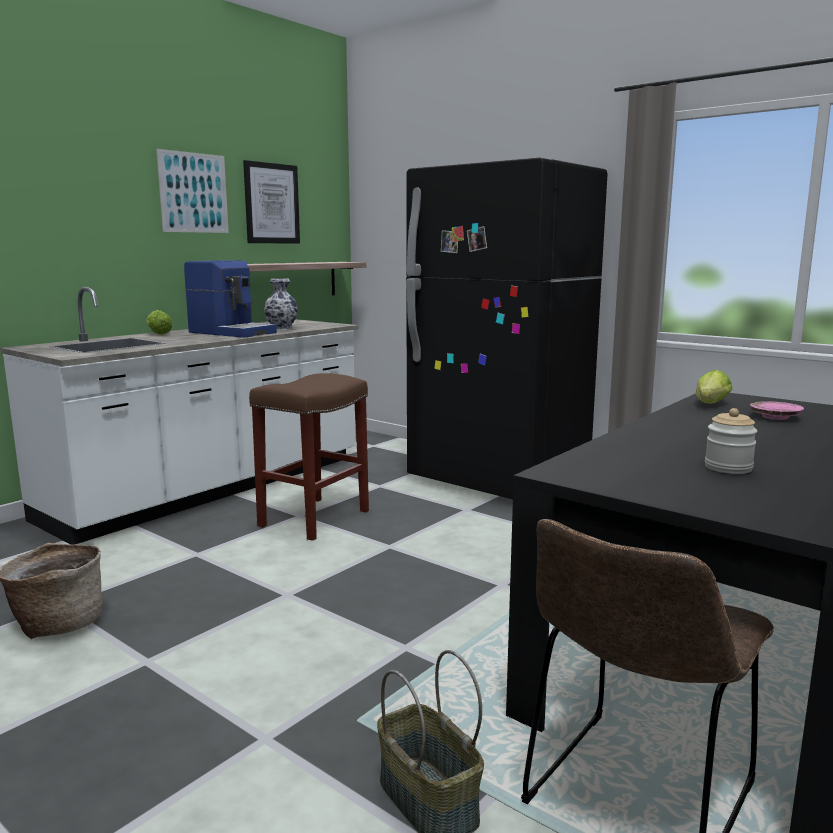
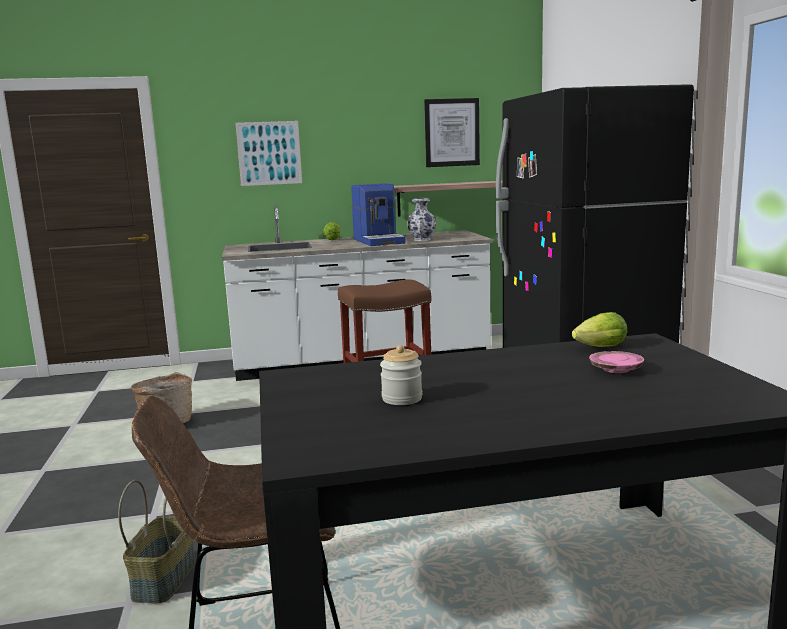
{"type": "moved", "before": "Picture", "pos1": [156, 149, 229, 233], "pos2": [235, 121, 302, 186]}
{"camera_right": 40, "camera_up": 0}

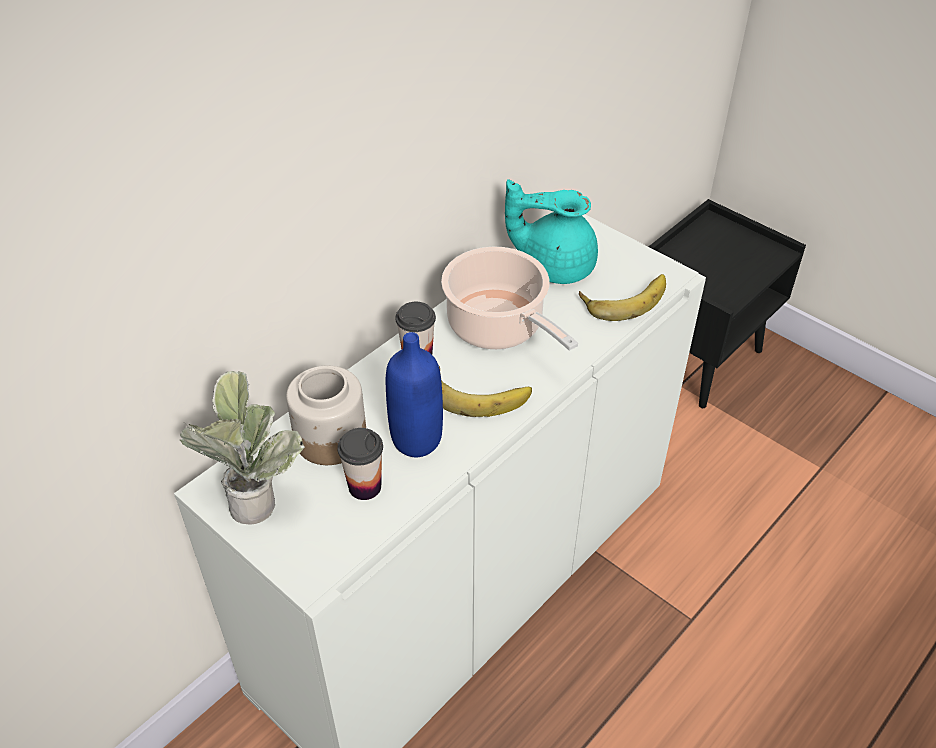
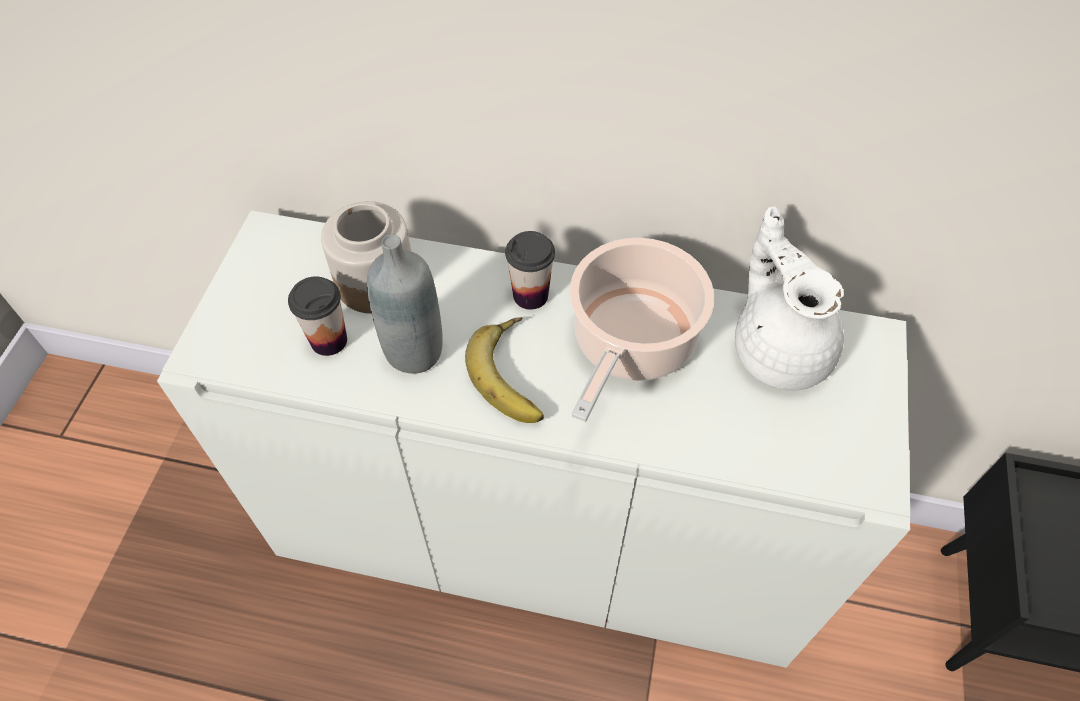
{"type": "removed", "before": "PottedPlant", "pos1": [180, 371, 305, 525]}
{"type": "removed", "before": "Banana", "pos1": [579, 274, 666, 321]}
{"type": "recoloured", "before": "BlueBottle", "after": "GreyBottle", "pos1": [386, 332, 443, 457], "pos2": [367, 234, 443, 374]}
{"type": "recoloured", "before": "TurquoiseTeapot", "after": "WhiteTeapot", "pos1": [505, 179, 598, 284], "pos2": [735, 207, 844, 391]}
{"camera_right": 60, "camera_up": 10}

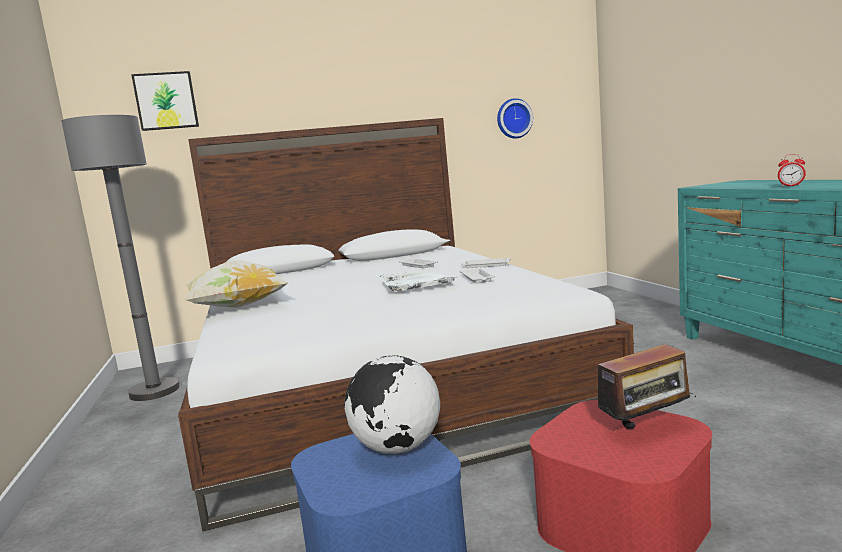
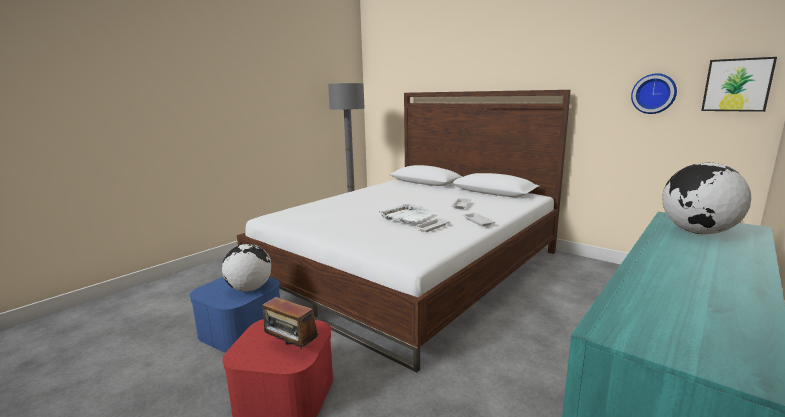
{"type": "removed", "before": "Pillow", "pos1": [185, 260, 288, 308]}
{"type": "removed", "before": "AlarmClock", "pos1": [778, 154, 806, 187]}
{"type": "added", "after": "Globe", "pos2": [662, 162, 751, 234]}
{"type": "moved", "before": "Picture", "pos1": [131, 71, 199, 131], "pos2": [701, 57, 777, 112]}
{"camera_right": 55, "camera_up": 5}

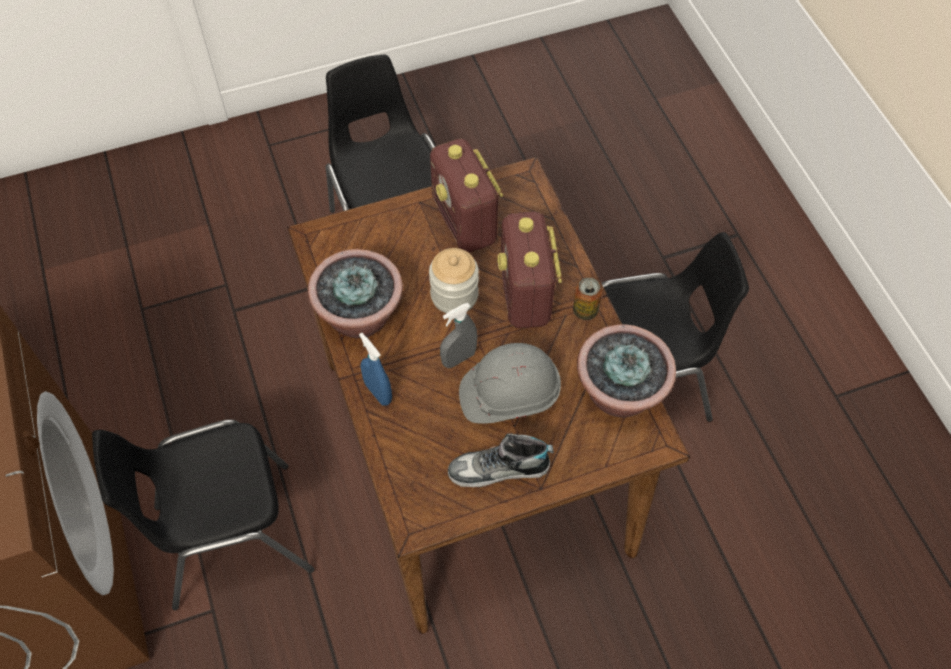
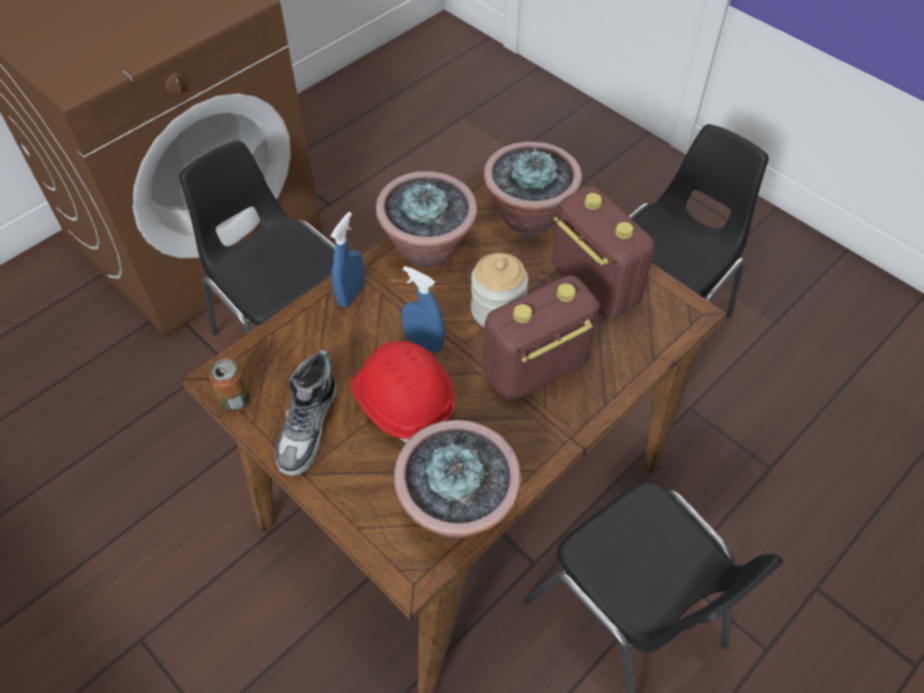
{"type": "added", "after": "PottedPlant", "pos2": [483, 142, 582, 235]}
{"type": "moved", "before": "Can", "pos1": [573, 278, 602, 320], "pos2": [209, 359, 250, 411]}
{"type": "recoloured", "before": "GreySprayBottle", "after": "BlueSprayBottle", "pos1": [440, 303, 478, 368], "pos2": [402, 266, 445, 353]}
{"type": "recoloured", "before": "GreyHardHat", "after": "RedHardHat", "pos1": [459, 343, 561, 424], "pos2": [351, 342, 455, 443]}
{"type": "turned", "before": "Radio", "pos1": [430, 139, 503, 253], "pos2": [552, 186, 655, 319], "turn": 105}
{"type": "turned", "before": "Shoe", "pos1": [448, 433, 554, 487], "pos2": [275, 350, 337, 476], "turn": -135}
{"camera_right": 65, "camera_up": -5}

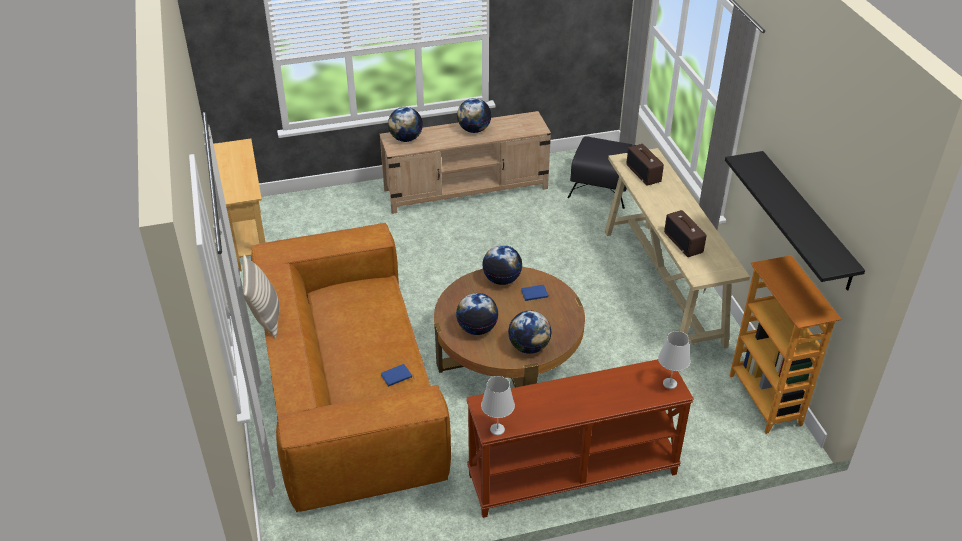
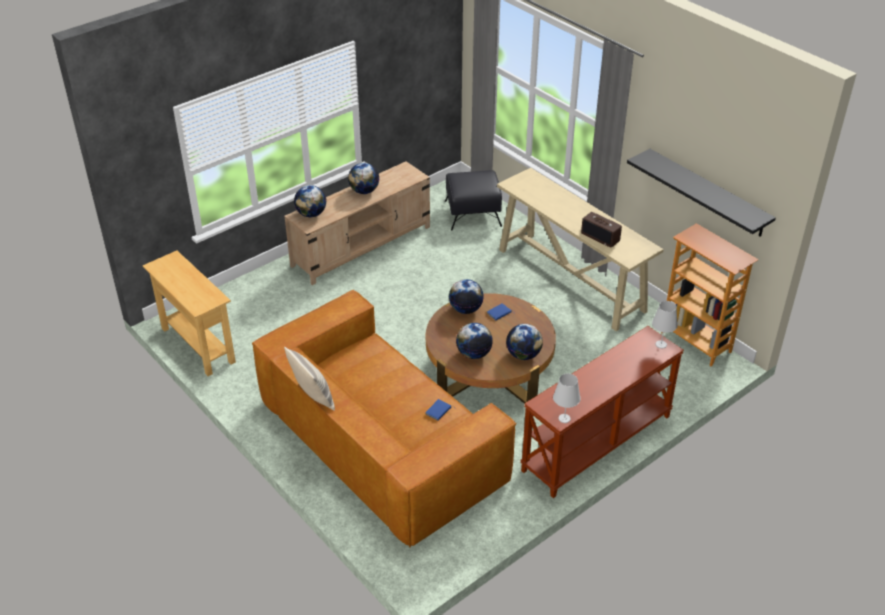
{"type": "removed", "before": "Radio", "pos1": [626, 144, 664, 186]}
{"camera_right": -25, "camera_up": 0}

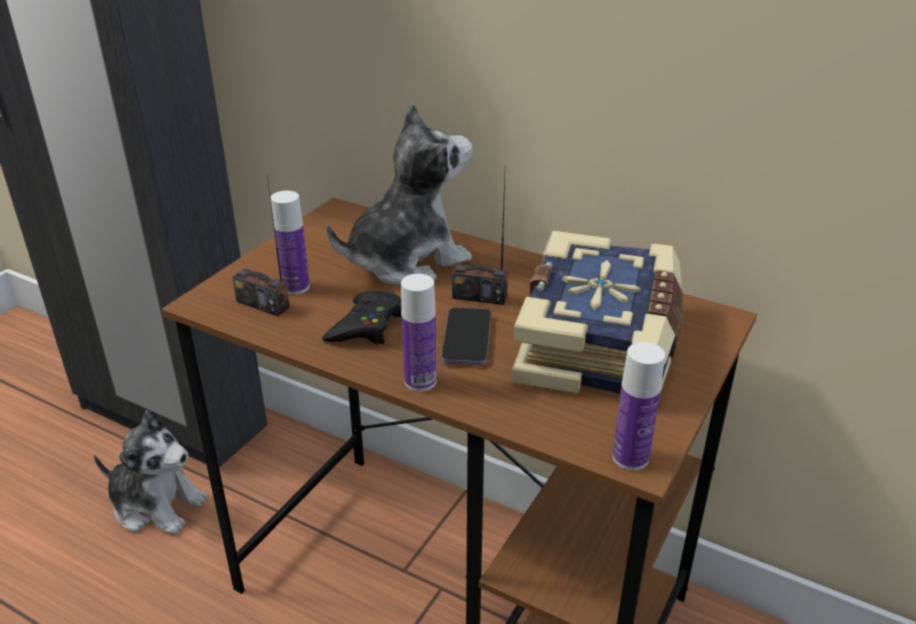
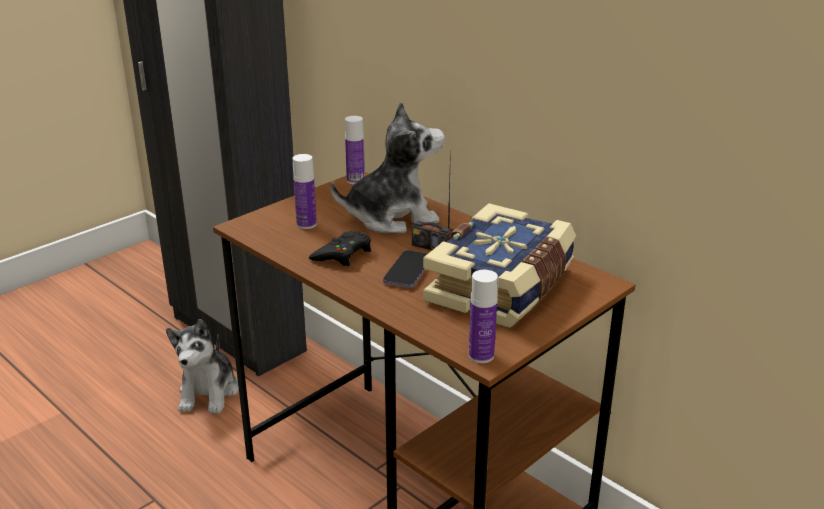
{"type": "removed", "before": "Radio", "pos1": [232, 176, 290, 316]}
{"type": "moved", "before": "Bottle", "pos1": [401, 274, 437, 392], "pos2": [345, 116, 365, 184]}
{"type": "turned", "before": "PlushToy", "pos1": [93, 410, 208, 535], "pos2": [166, 319, 239, 414], "turn": 60}
{"camera_right": 15, "camera_up": -5}

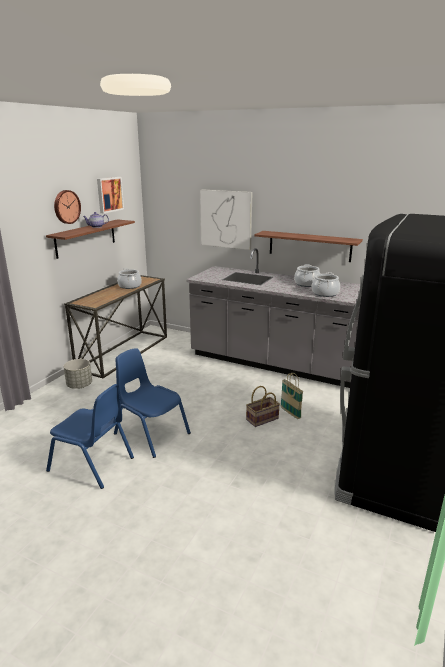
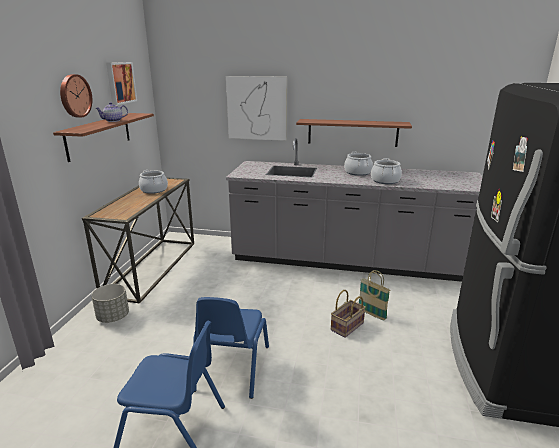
{"type": "turned", "before": "BlueChair", "pos1": [114, 349, 191, 458], "pos2": [193, 297, 269, 399], "turn": -105}
{"camera_right": -15, "camera_up": 0}

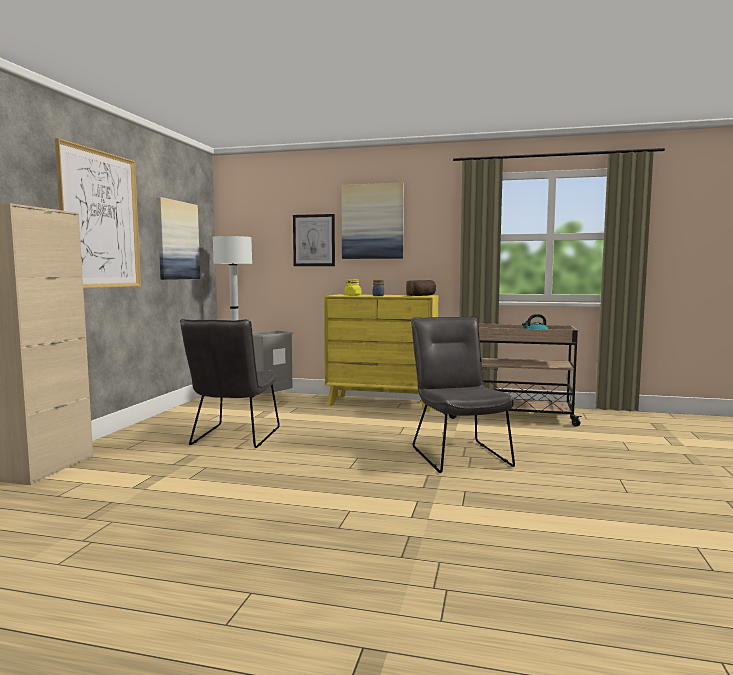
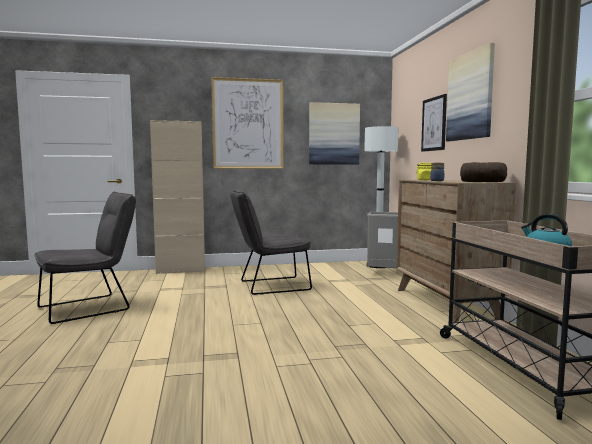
{"type": "moved", "before": "GreyChair", "pos1": [411, 316, 515, 473], "pos2": [35, 192, 136, 324]}
{"type": "recoloured", "before": "YellowDresser", "after": "BrownDresser", "pos1": [324, 294, 438, 412], "pos2": [396, 180, 516, 323]}
{"camera_right": 65, "camera_up": 0}

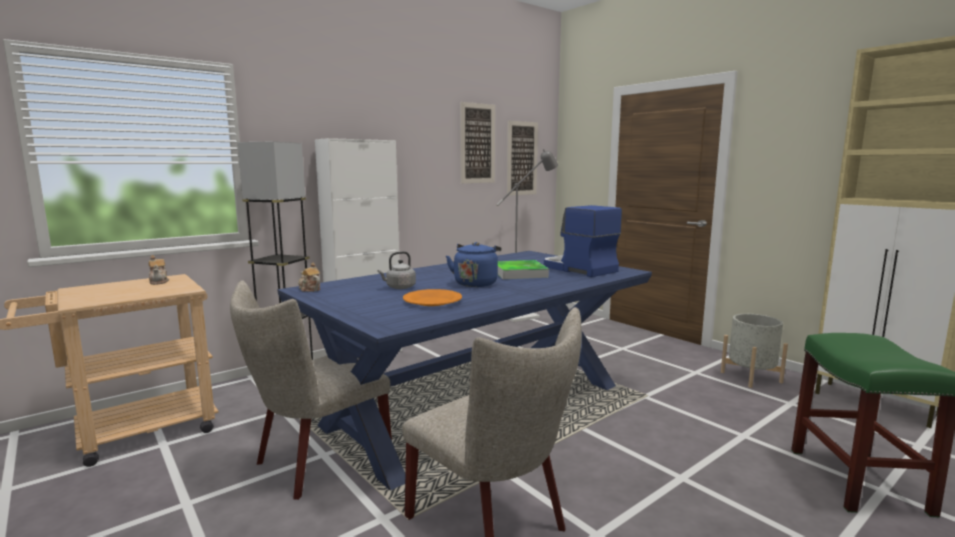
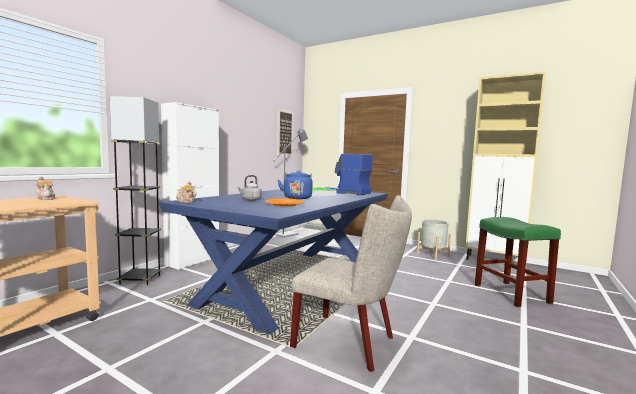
{"type": "removed", "before": "BeigeChair", "pos1": [230, 280, 392, 500]}
{"type": "removed", "before": "Picture", "pos1": [460, 102, 495, 183]}
{"camera_right": -20, "camera_up": -5}

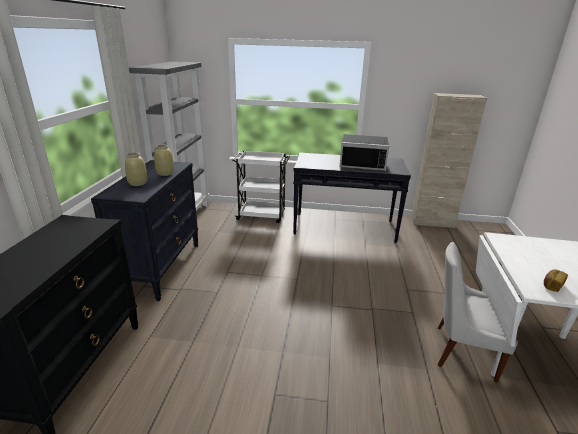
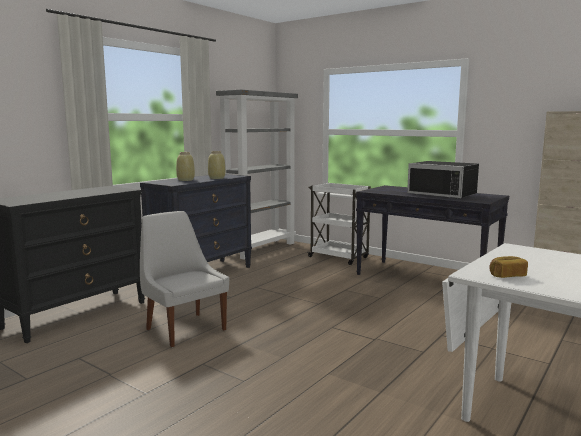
{"type": "moved", "before": "WhiteChair", "pos1": [438, 242, 518, 383], "pos2": [140, 211, 229, 347]}
{"camera_right": 30, "camera_up": -15}

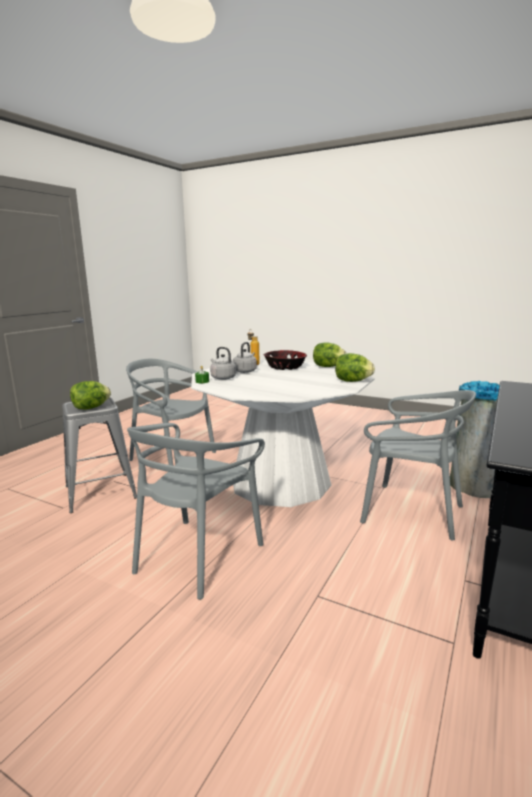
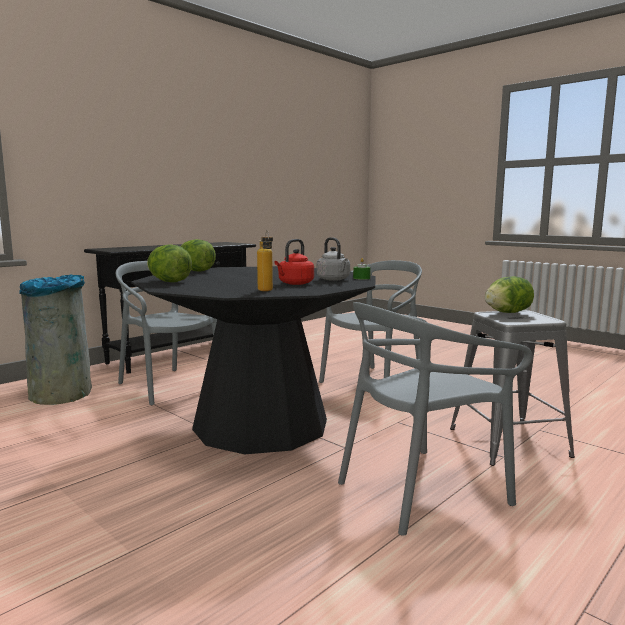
{"type": "removed", "before": "Bowl", "pos1": [264, 350, 307, 370]}
{"type": "recoloured", "before": "WhiteDiningTable", "after": "BlackDiningTable", "pos1": [191, 359, 375, 507], "pos2": [131, 266, 376, 454]}
{"type": "recoloured", "before": "GreyKettle", "after": "RedKettle", "pos1": [233, 342, 257, 373], "pos2": [274, 239, 314, 285]}
{"type": "turned", "before": "GreyChair", "pos1": [126, 359, 216, 466], "pos2": [338, 302, 533, 536], "turn": 105}
{"camera_right": -165, "camera_up": -5}

